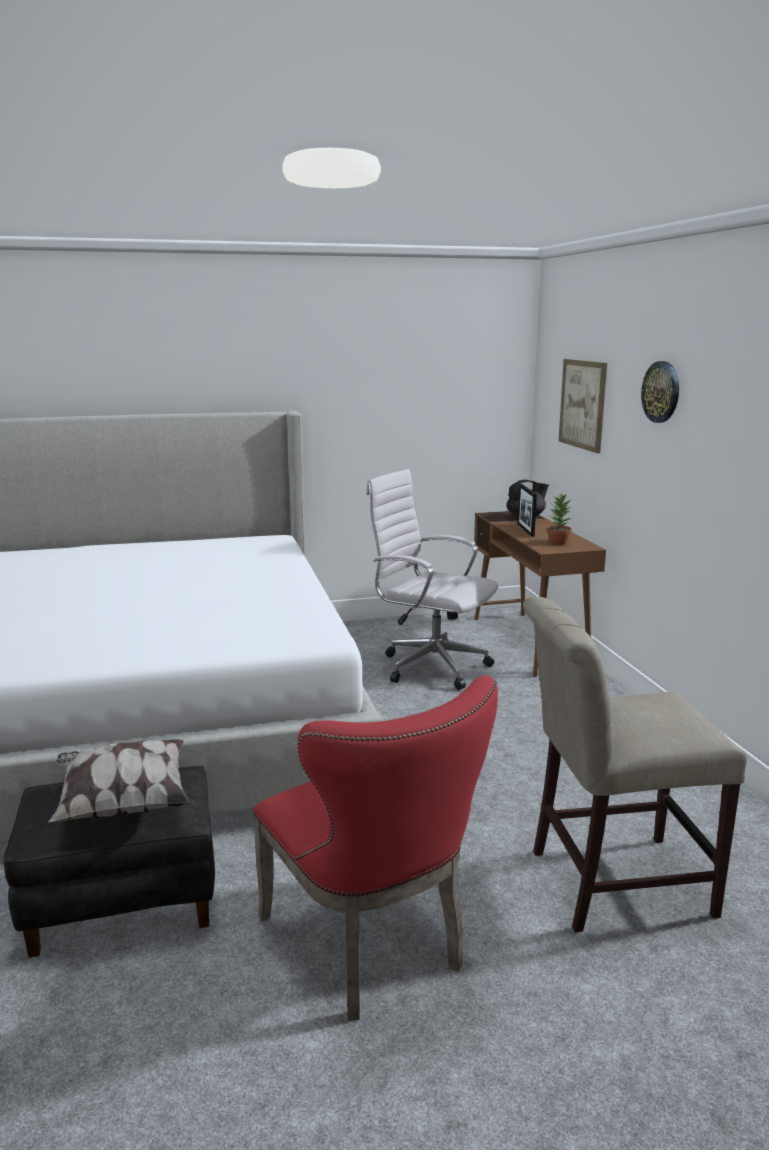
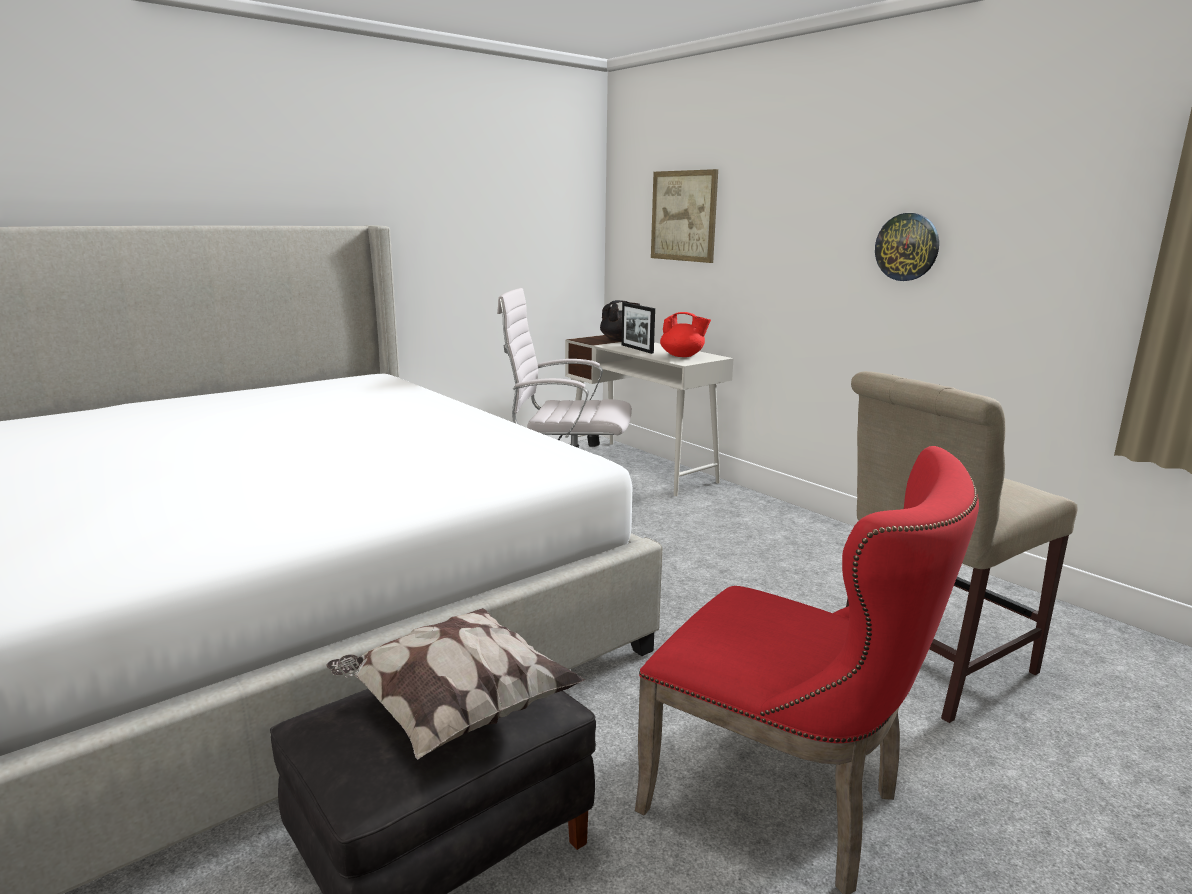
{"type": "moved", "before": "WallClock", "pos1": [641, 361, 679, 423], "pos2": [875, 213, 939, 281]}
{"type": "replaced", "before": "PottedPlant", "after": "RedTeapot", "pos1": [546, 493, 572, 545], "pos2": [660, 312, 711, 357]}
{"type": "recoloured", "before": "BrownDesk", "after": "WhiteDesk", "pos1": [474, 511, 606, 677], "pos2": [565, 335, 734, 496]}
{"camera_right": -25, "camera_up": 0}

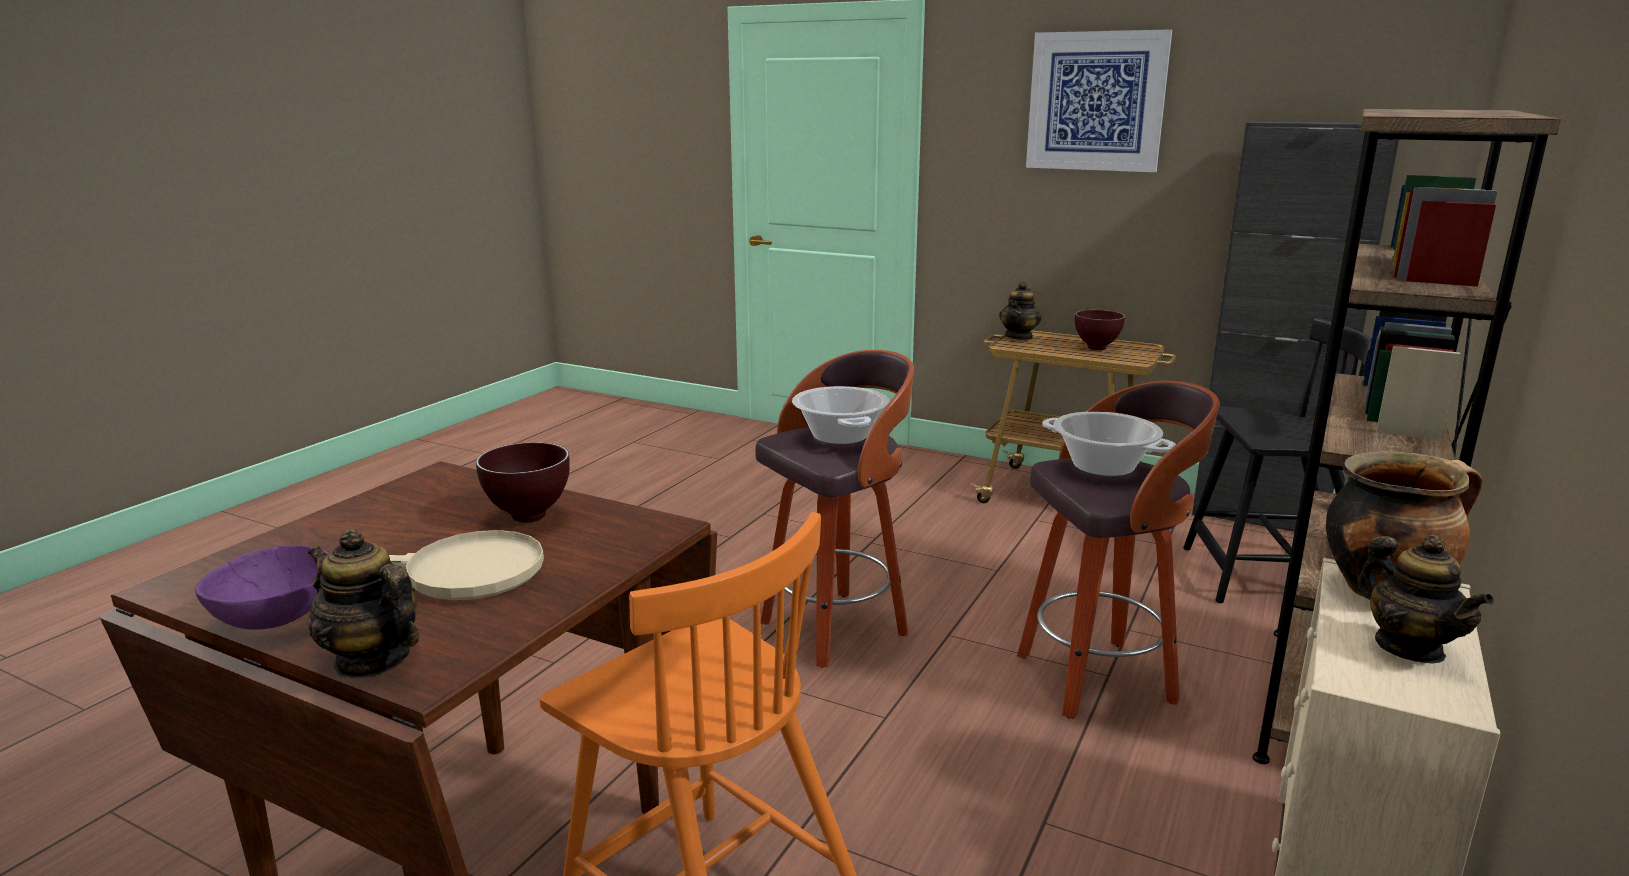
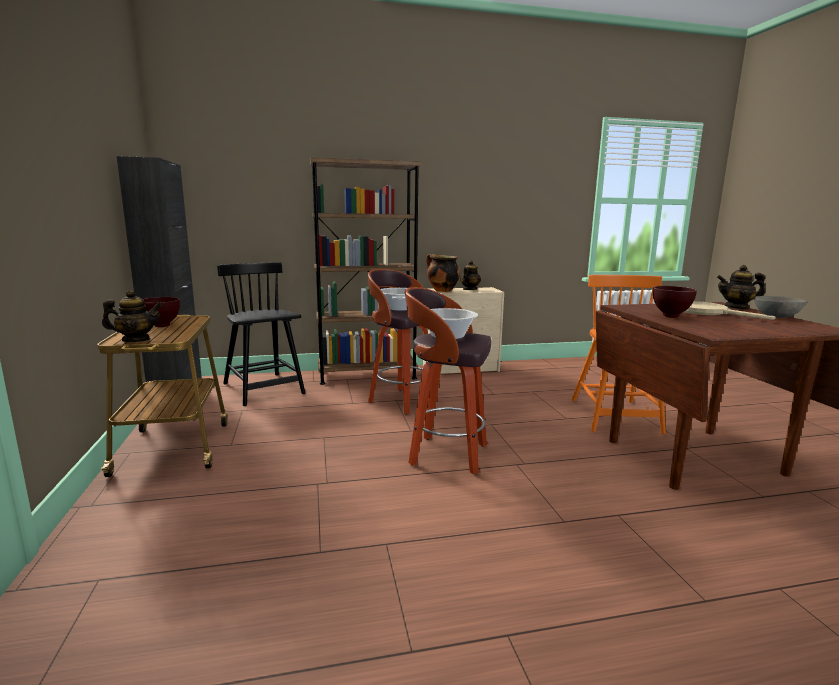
{"type": "removed", "before": "Picture", "pos1": [1026, 29, 1172, 172]}
{"type": "recoloured", "before": "PurpleBowl", "after": "GreyBowl", "pos1": [195, 545, 329, 630], "pos2": [754, 296, 807, 318]}
{"type": "turned", "before": "Teapot", "pos1": [308, 529, 419, 679], "pos2": [717, 265, 765, 309], "turn": 105}
{"camera_right": -130, "camera_up": -5}

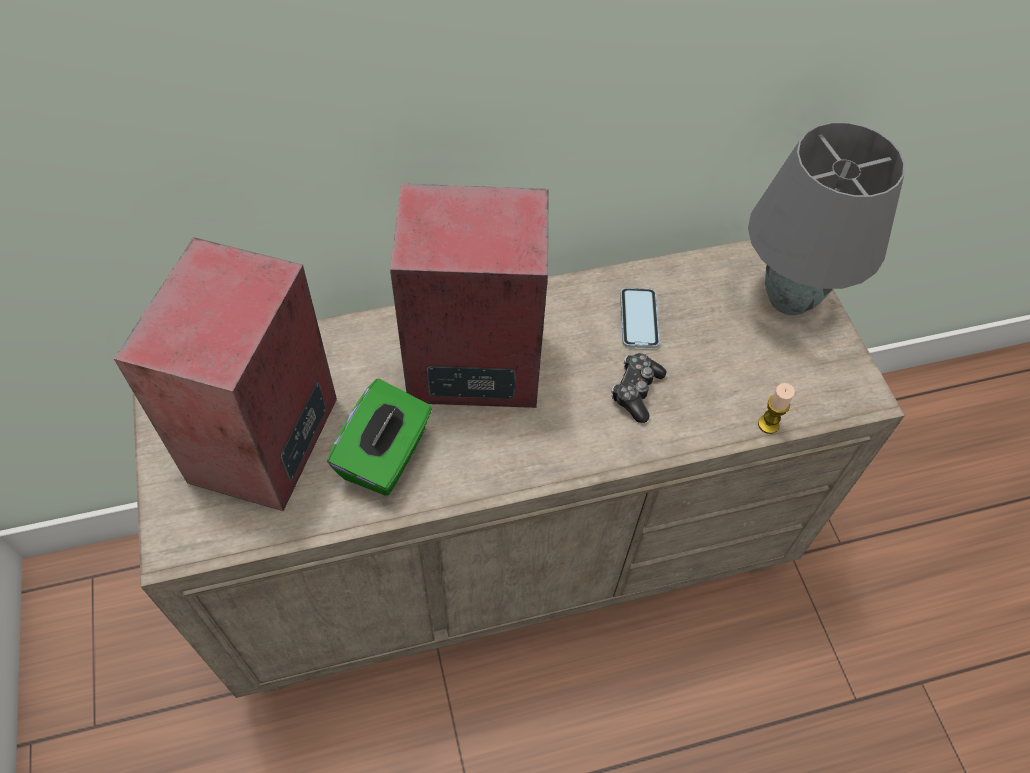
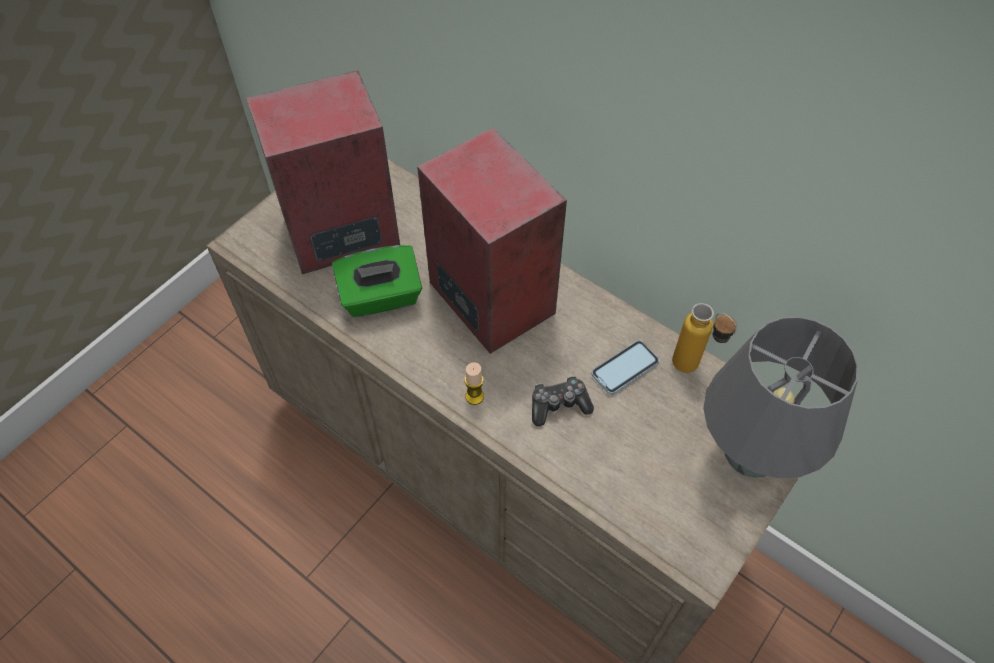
{"type": "added", "after": "Bottle", "pos2": [672, 303, 737, 373]}
{"type": "moved", "before": "Candle", "pos1": [758, 383, 795, 434], "pos2": [464, 362, 484, 405]}
{"camera_right": 55, "camera_up": 0}

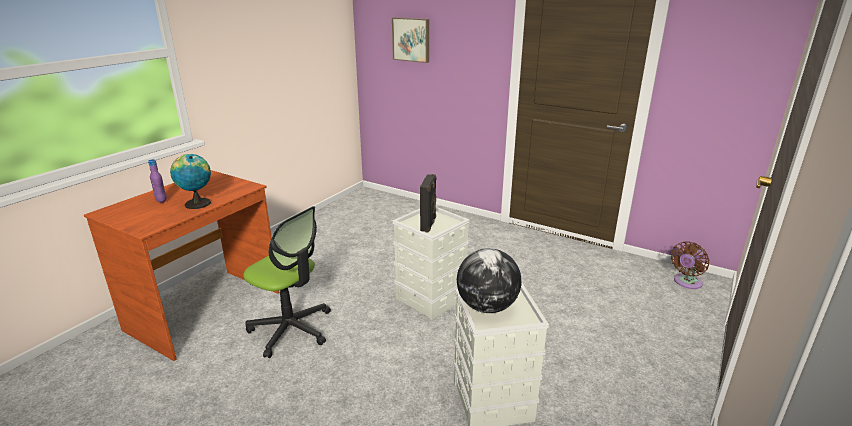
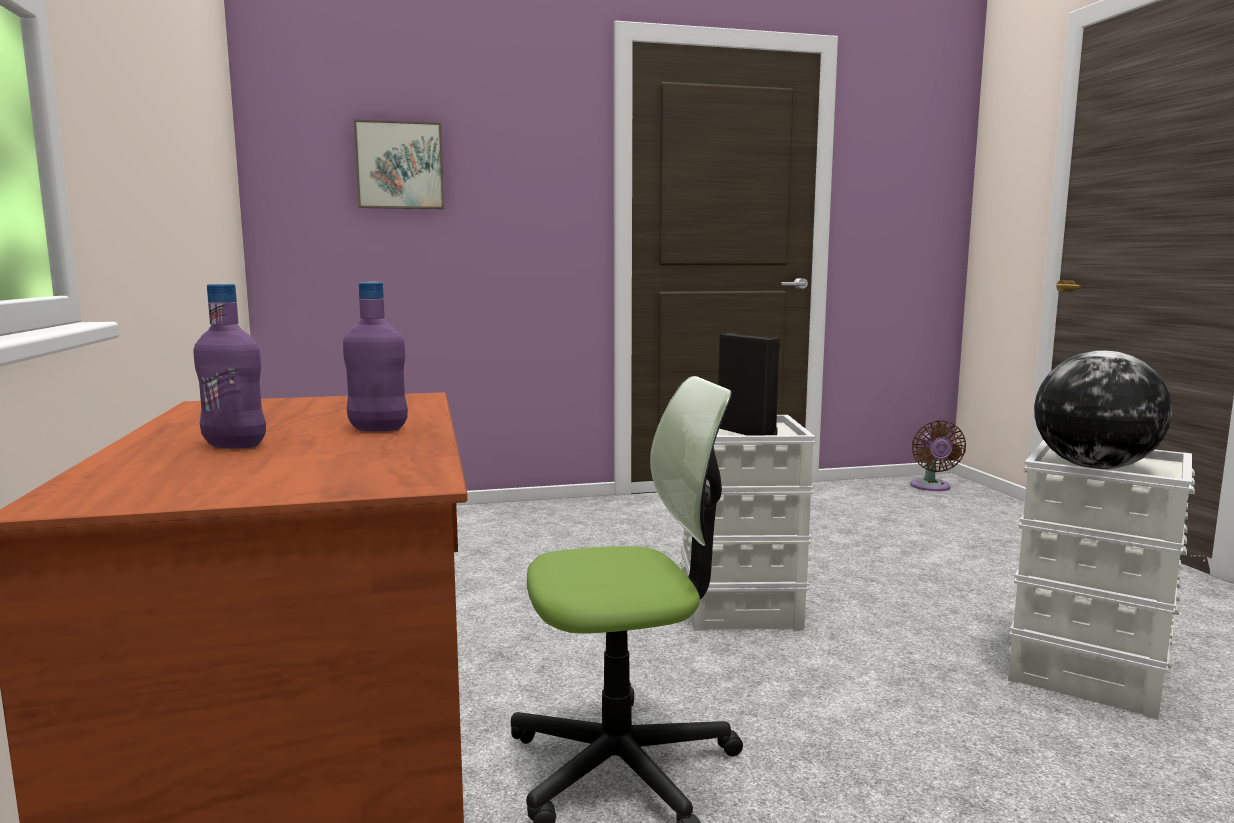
{"type": "replaced", "before": "Globe", "after": "PurpleBottle", "pos1": [170, 154, 211, 209], "pos2": [343, 282, 408, 431]}
{"camera_right": -45, "camera_up": -15}

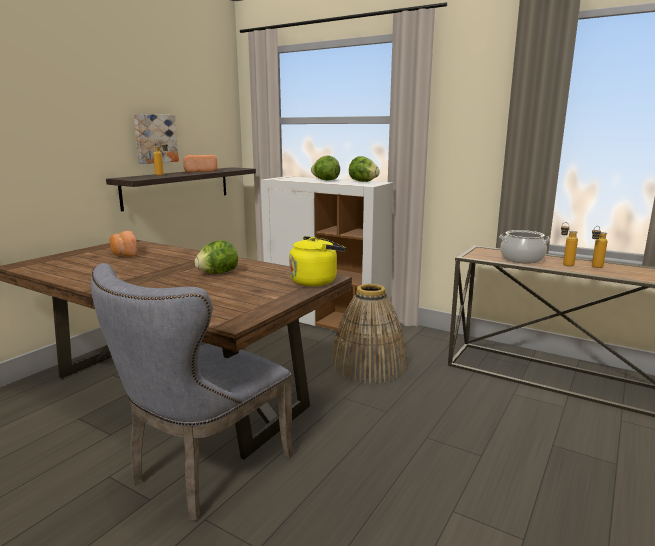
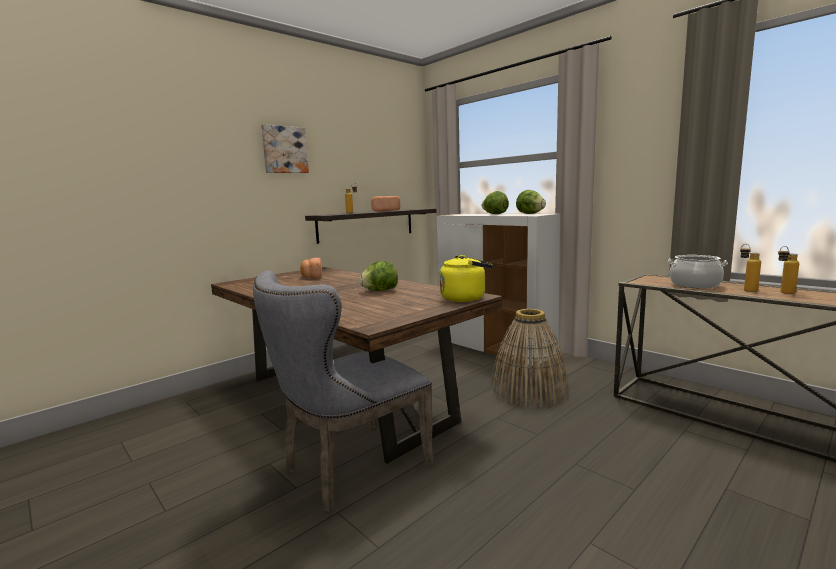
{"type": "moved", "before": "Picture", "pos1": [134, 114, 179, 164], "pos2": [261, 124, 309, 173]}
{"camera_right": 15, "camera_up": -5}

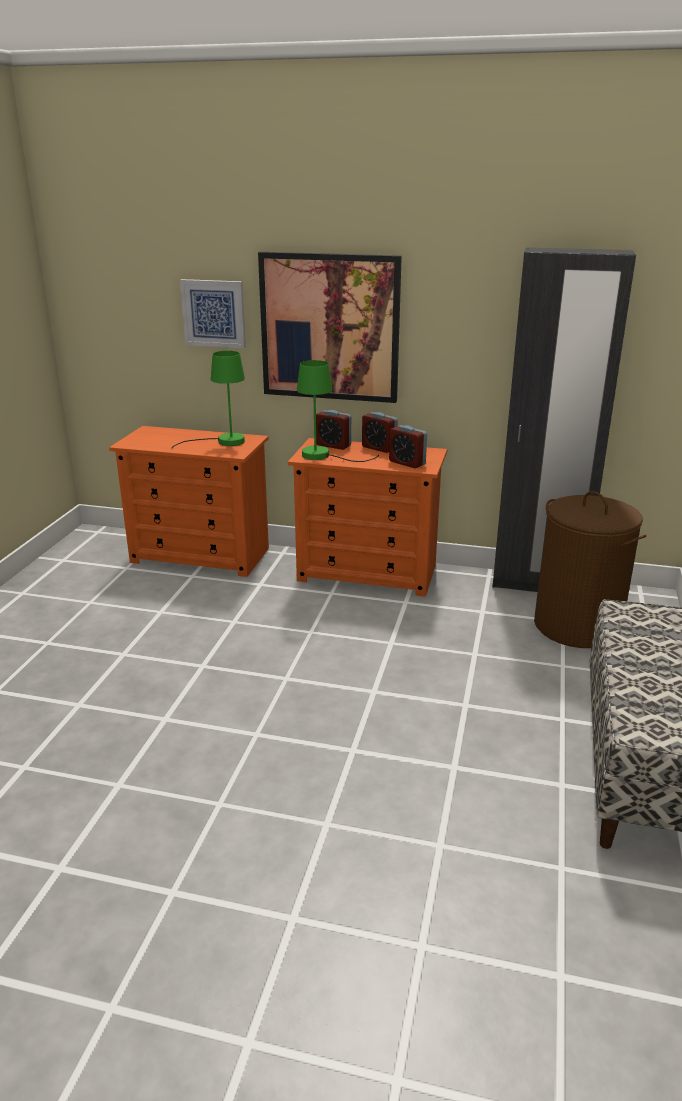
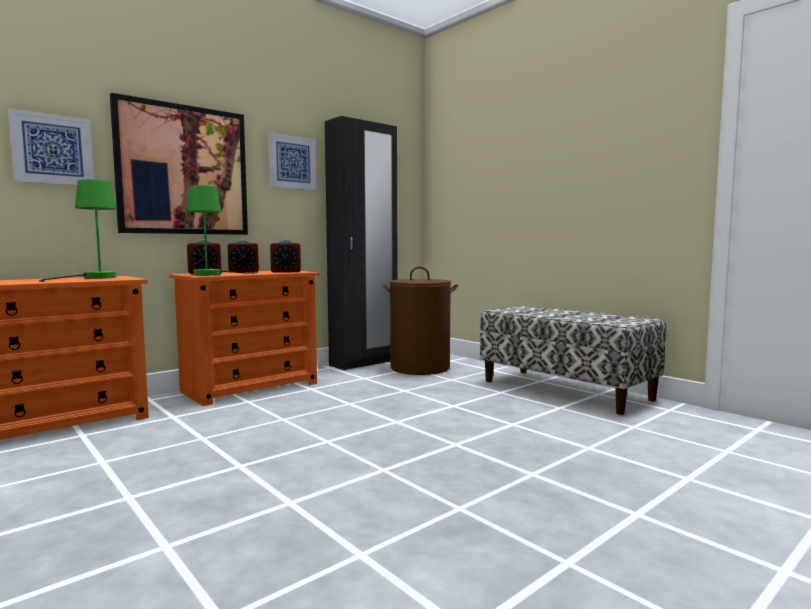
{"type": "added", "after": "Picture", "pos2": [268, 133, 317, 190]}
{"camera_right": -55, "camera_up": -20}

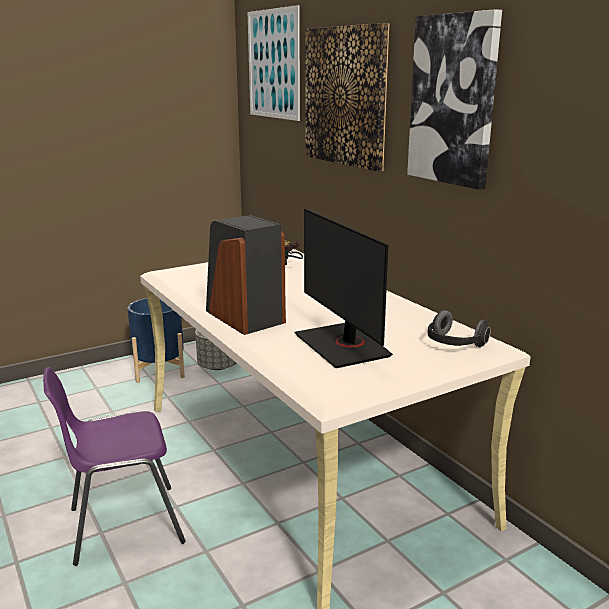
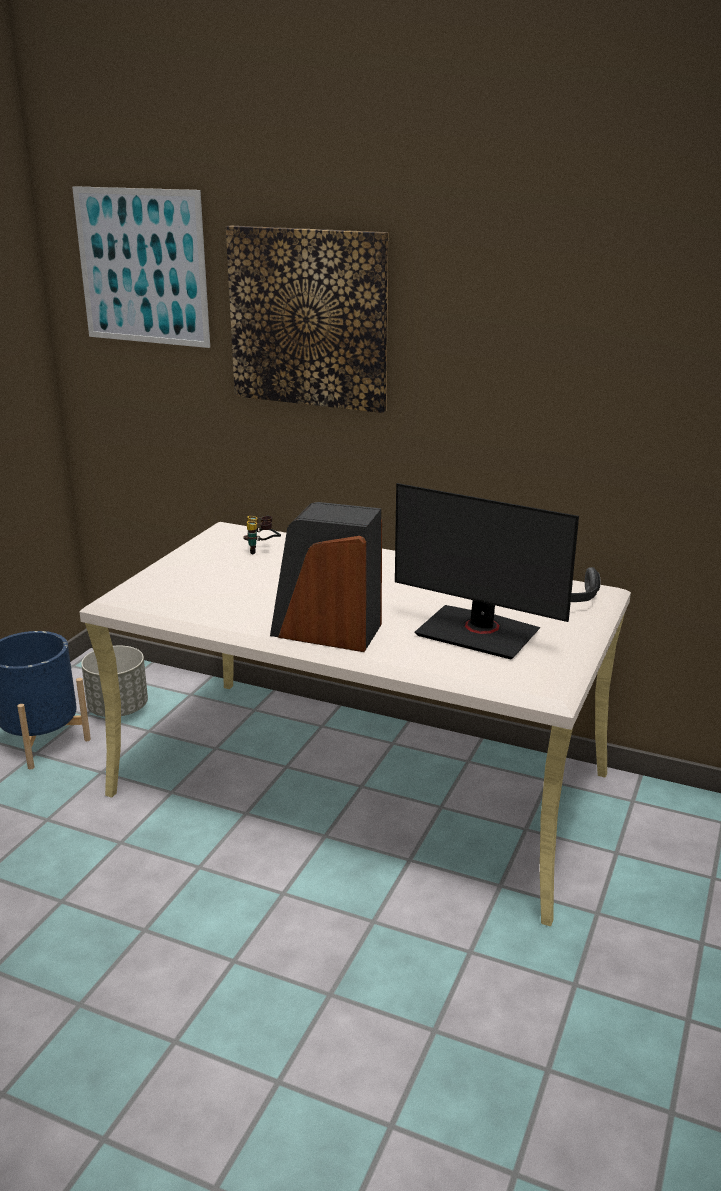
{"type": "removed", "before": "PurpleChair", "pos1": [43, 367, 186, 566]}
{"type": "removed", "before": "Picture", "pos1": [407, 9, 502, 190]}
{"camera_right": -35, "camera_up": 5}

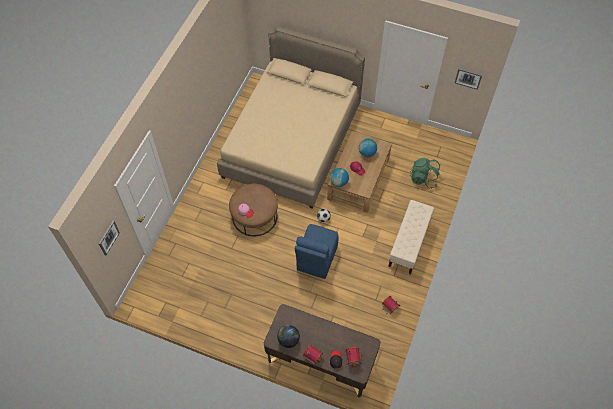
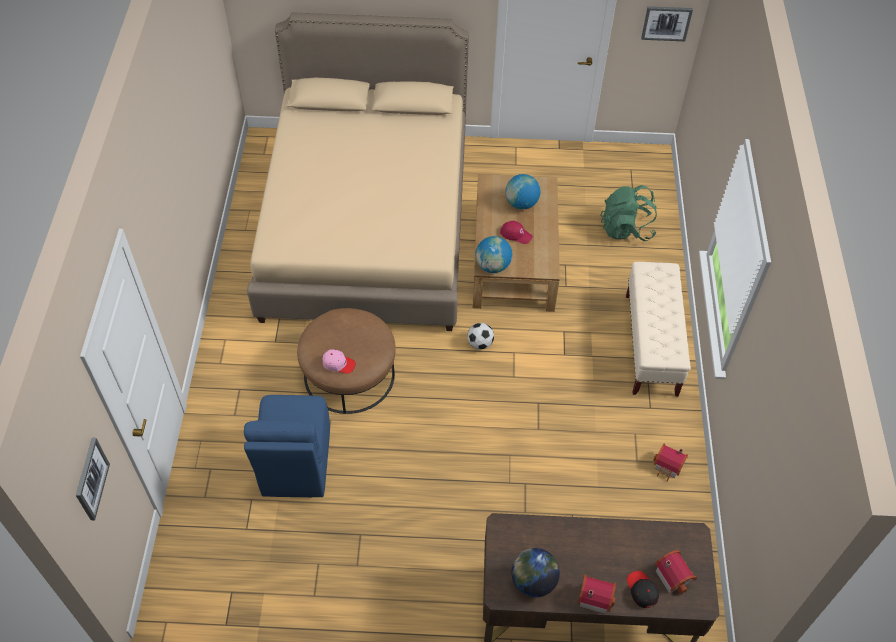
{"type": "moved", "before": "BlueChair", "pos1": [295, 224, 339, 279], "pos2": [244, 395, 330, 497]}
{"camera_right": -20, "camera_up": -5}

